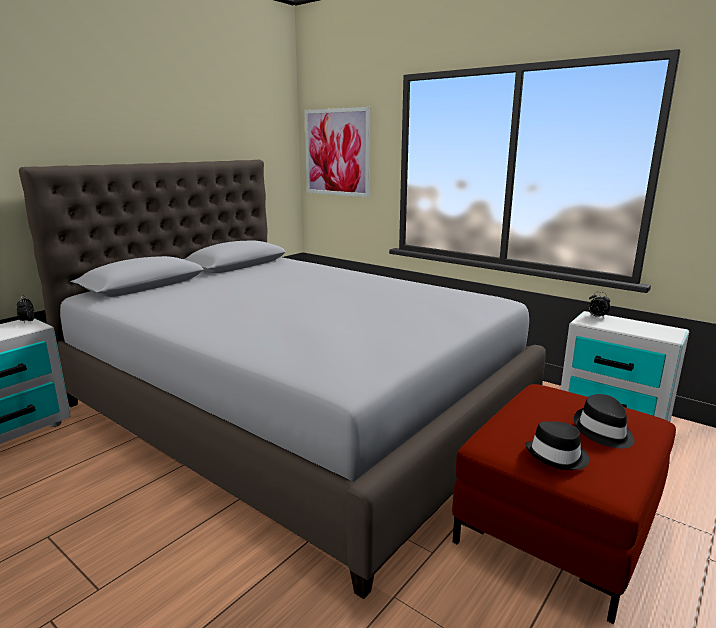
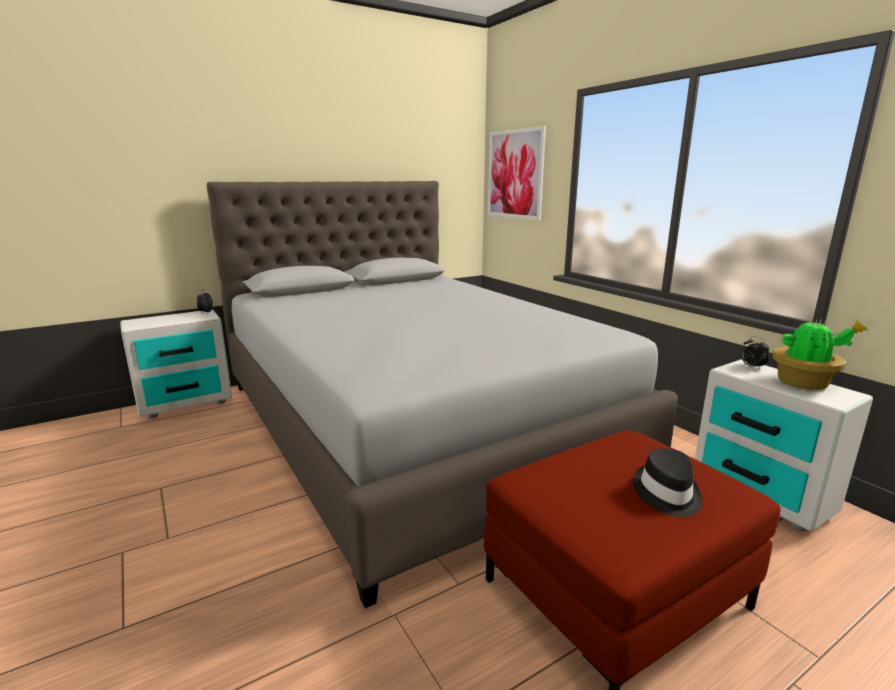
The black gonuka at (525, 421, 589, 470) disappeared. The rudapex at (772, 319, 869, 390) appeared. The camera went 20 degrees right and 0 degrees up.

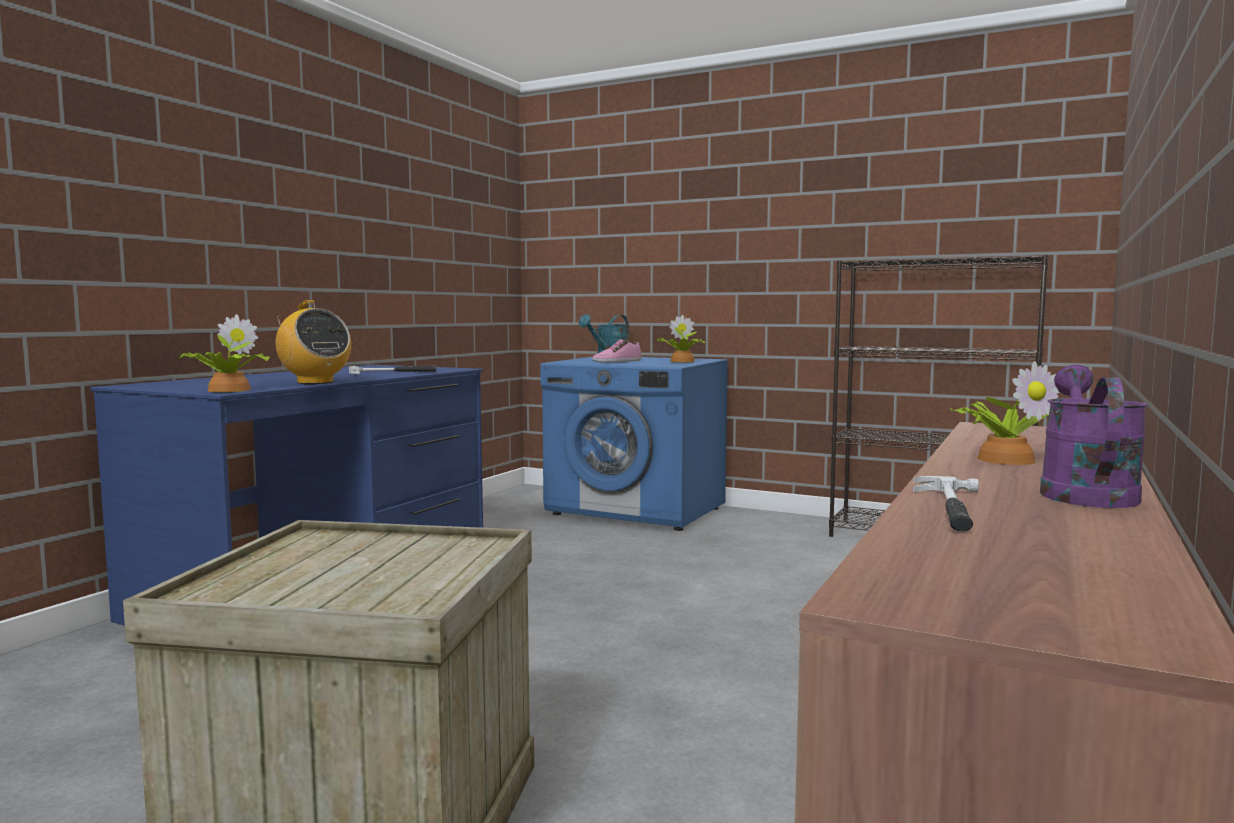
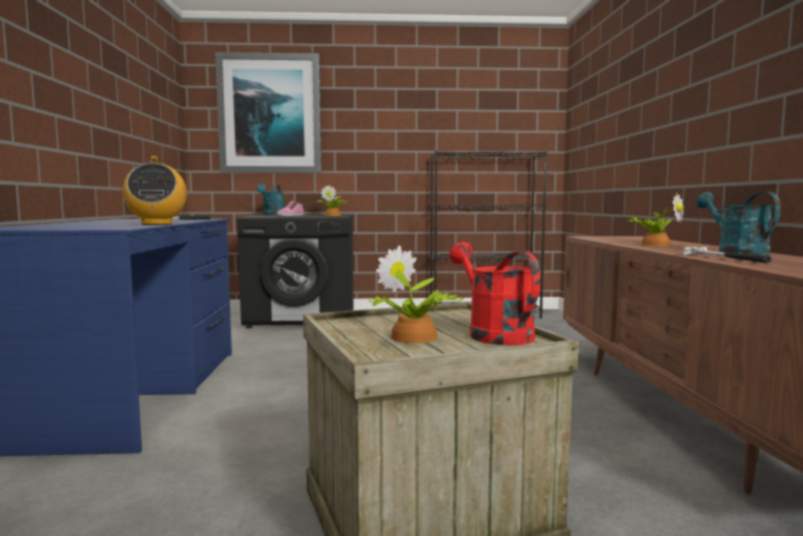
The rudapex moved from (179, 314, 270, 392) to (368, 245, 464, 343). The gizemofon at (276, 300, 351, 384) turned 60 degrees clockwise. The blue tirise at (540, 357, 728, 531) became the black tirise at (237, 215, 353, 328). The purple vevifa at (1040, 365, 1148, 508) became the turquoise vevifa at (696, 192, 781, 255). The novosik at (215, 52, 322, 173) appeared. The red vevifa at (449, 242, 541, 345) appeared. The camera went 30 degrees left and 0 degrees up.

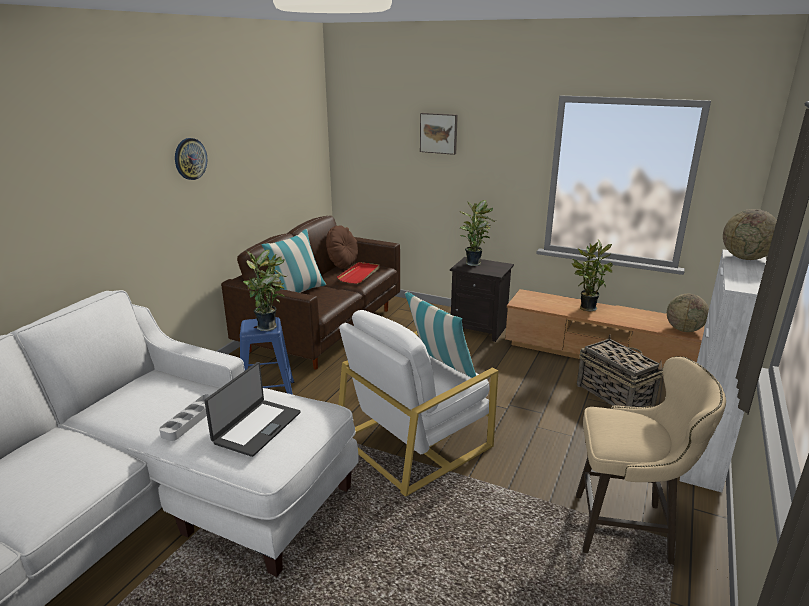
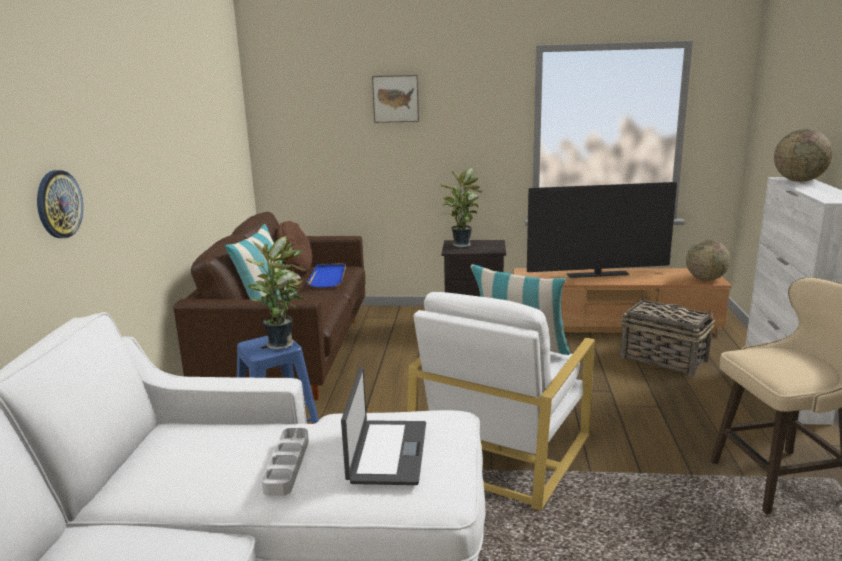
The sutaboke moved from (175, 138, 207, 180) to (37, 170, 83, 238). The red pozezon at (337, 262, 379, 284) became the blue pozezon at (307, 263, 346, 287). The rudapex at (572, 240, 613, 312) was replaced by the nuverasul at (527, 182, 677, 278). The camera went 20 degrees left and 5 degrees down.

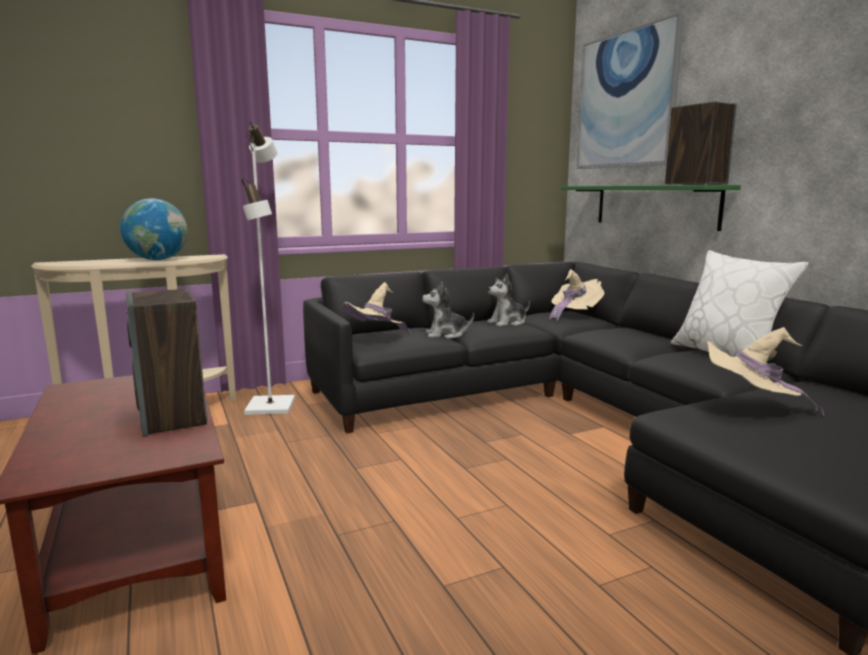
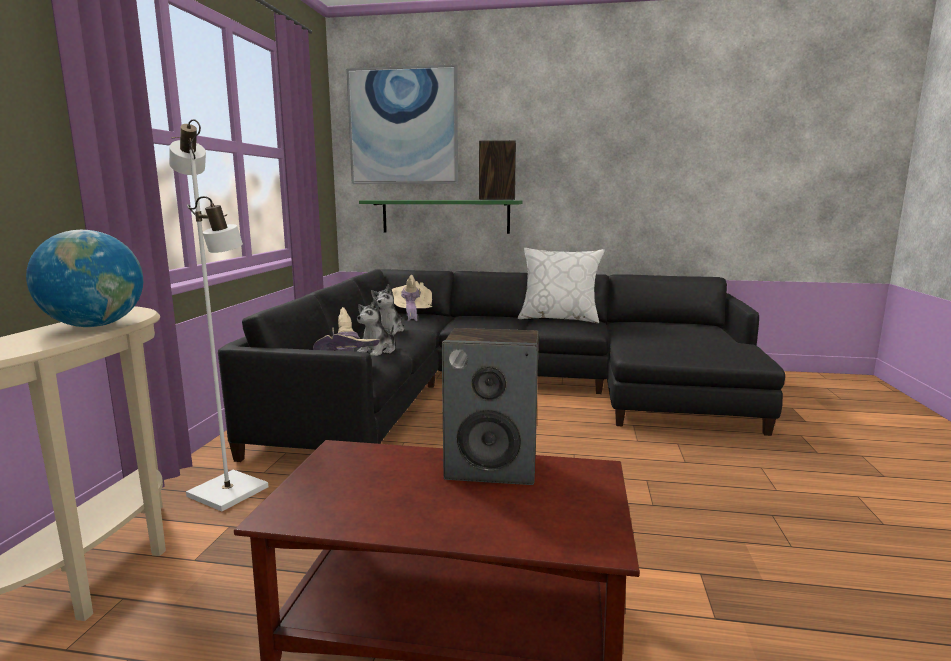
The beige gonuka at (706, 327, 824, 416) disappeared. The camera went 55 degrees left and 0 degrees up.

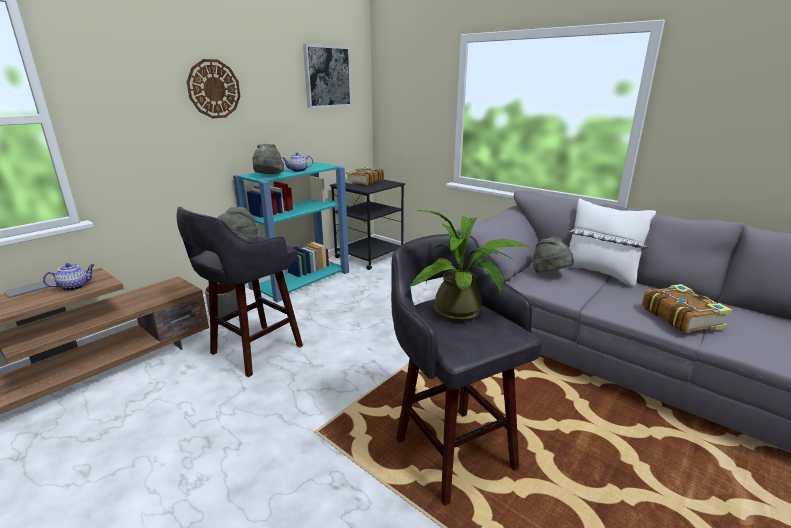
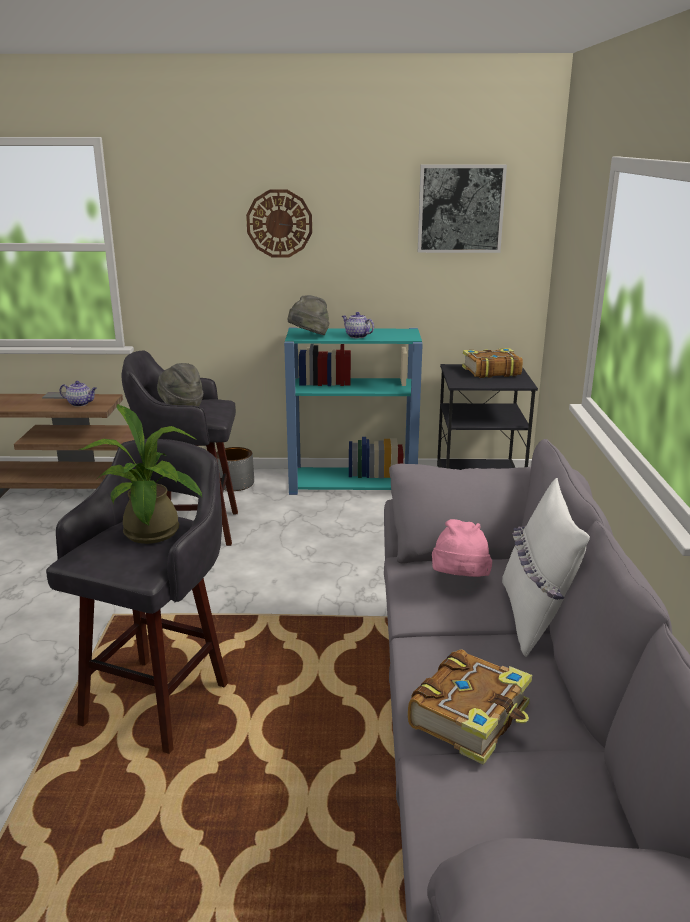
The grey gonuka at (532, 237, 574, 273) became the pink gonuka at (432, 519, 492, 577). The camera went 50 degrees right and 0 degrees up.

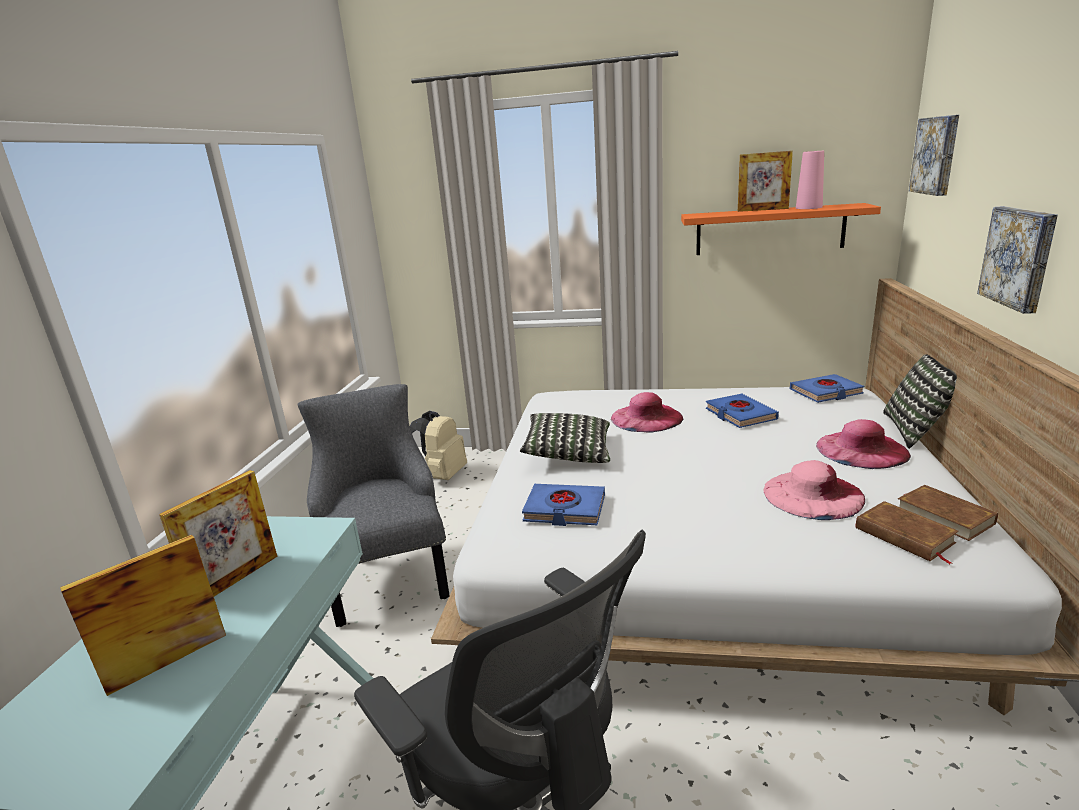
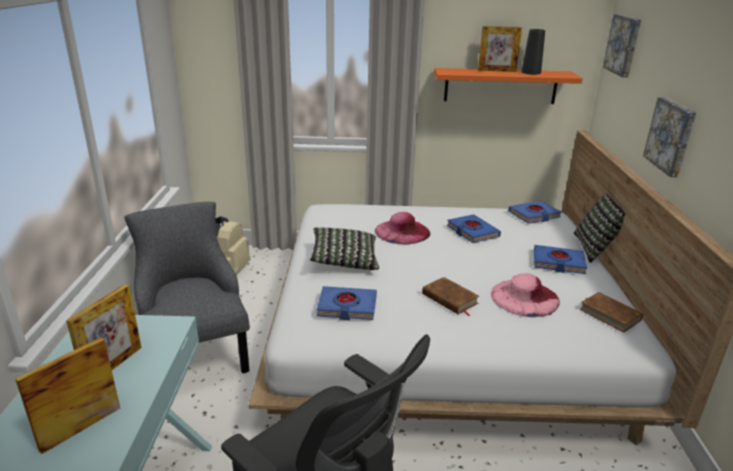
The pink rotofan at (796, 151, 824, 209) became the black rotofan at (521, 29, 545, 75). The pink gonuka at (816, 419, 911, 469) was replaced by the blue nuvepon at (534, 245, 587, 274). The brown nuvepon moved from (856, 501, 959, 564) to (422, 277, 479, 316). The camera went 10 degrees left and 5 degrees up.

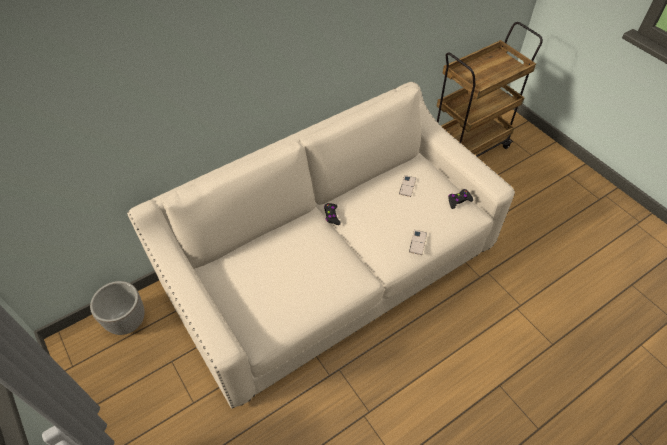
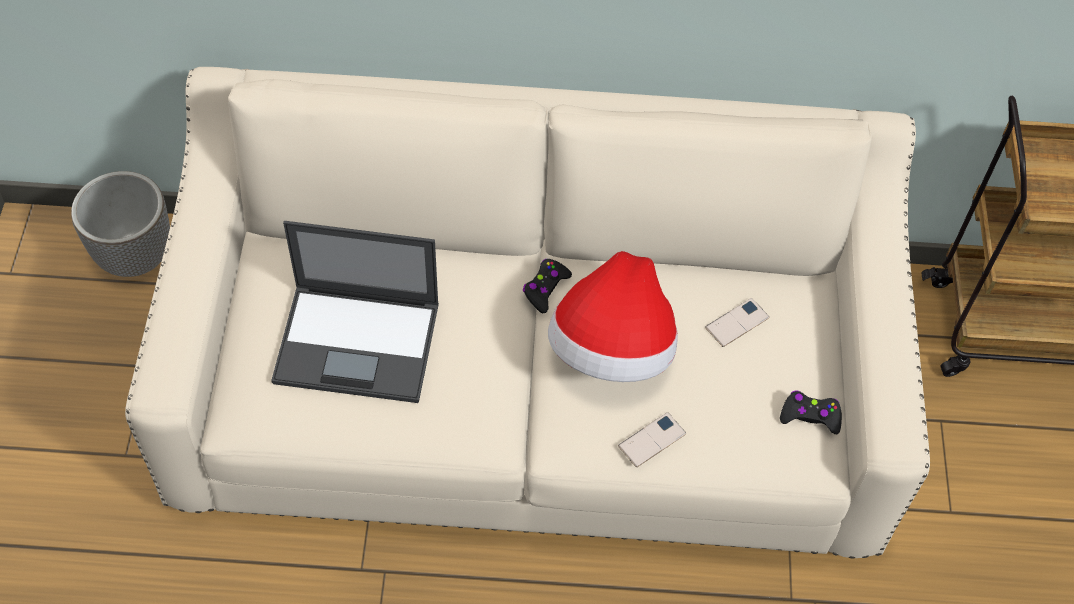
The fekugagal at (271, 221, 439, 403) appeared. The gonuka at (548, 251, 678, 382) appeared. The camera went 35 degrees right and 5 degrees up.

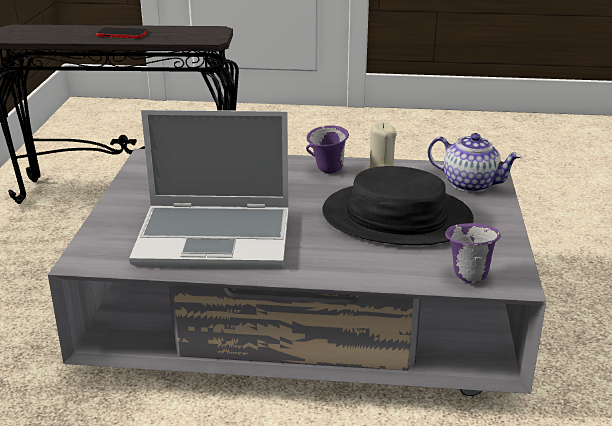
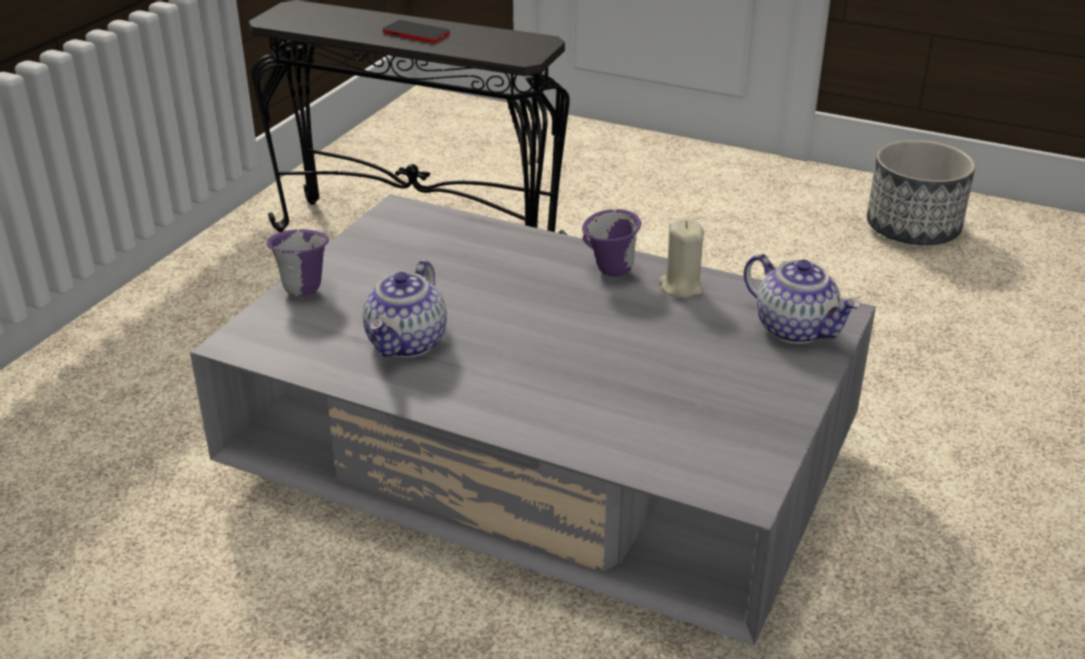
The fekugagal at (129, 110, 289, 268) was replaced by the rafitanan at (363, 260, 447, 358). The black gonuka at (322, 166, 474, 246) disappeared. The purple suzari moved from (445, 223, 501, 283) to (267, 229, 329, 297). The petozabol at (867, 140, 976, 245) appeared. The camera went 20 degrees right and 5 degrees up.

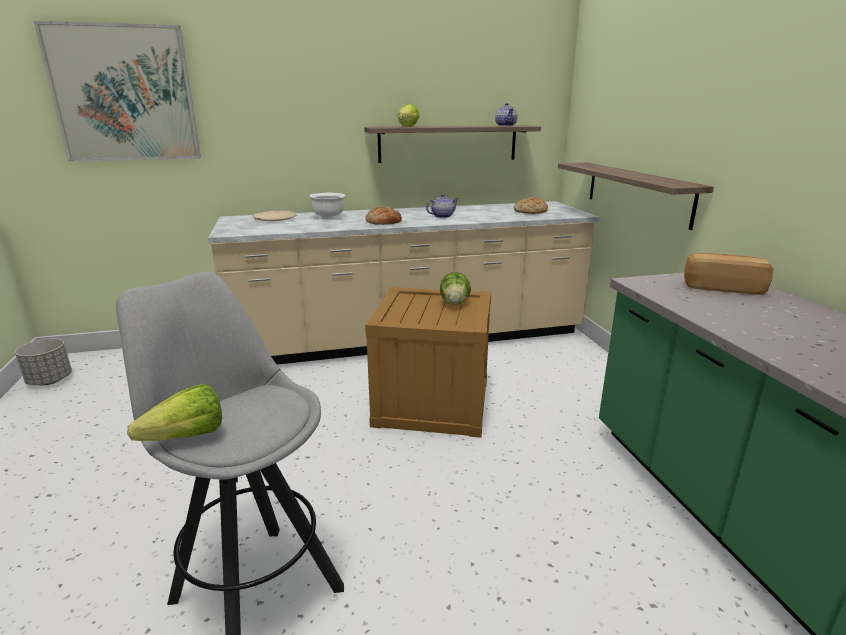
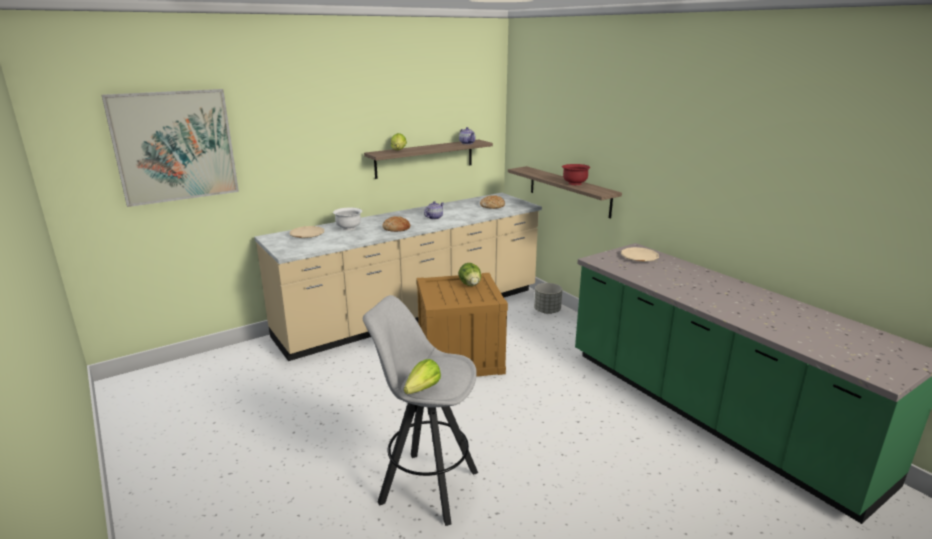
The grey petozabol moved from (15, 338, 72, 385) to (534, 283, 562, 314). The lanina at (684, 253, 773, 295) was replaced by the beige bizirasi at (621, 247, 659, 262). The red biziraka at (562, 164, 590, 185) appeared. The camera went 20 degrees left and 0 degrees up.

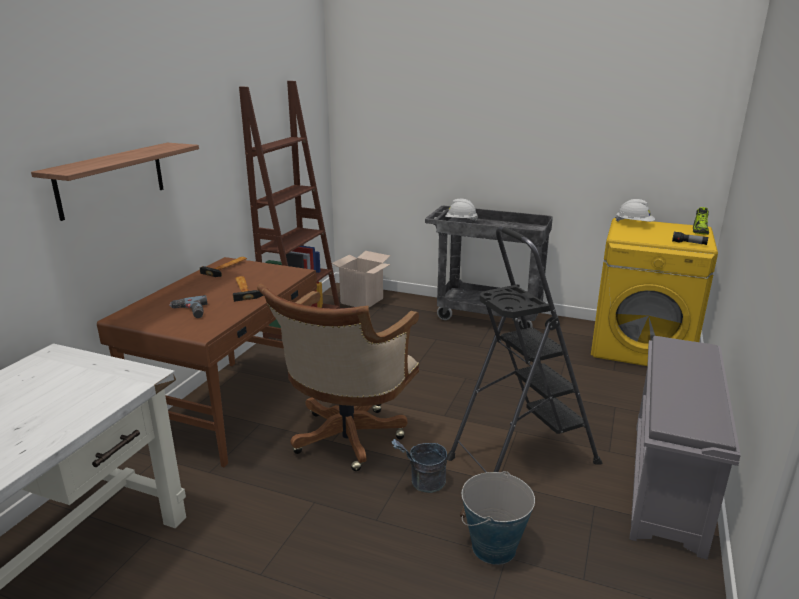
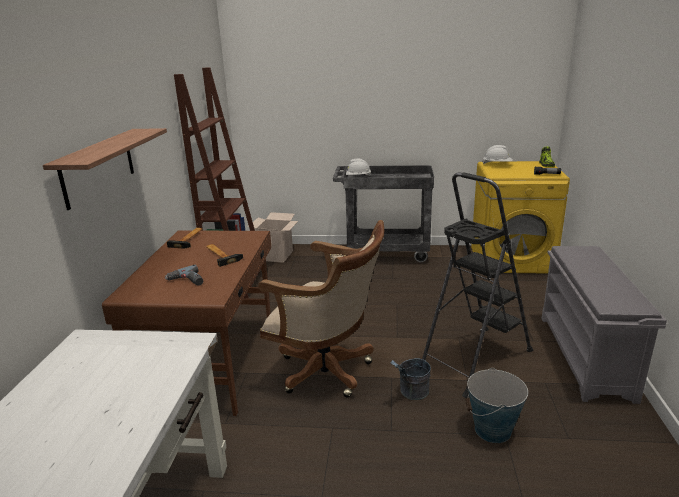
The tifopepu at (257, 284, 419, 471) turned 75 degrees counterclockwise. The camera went 15 degrees left and 0 degrees up.

